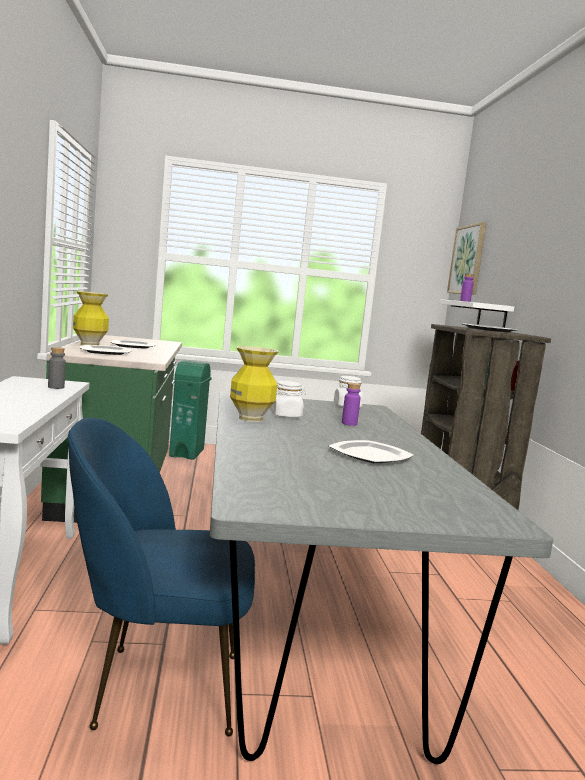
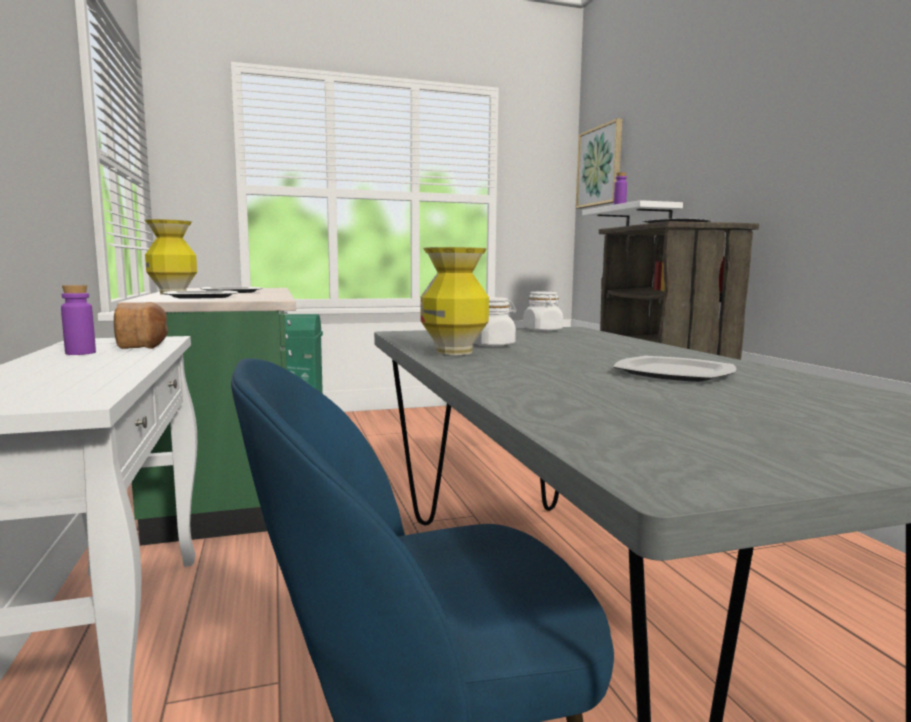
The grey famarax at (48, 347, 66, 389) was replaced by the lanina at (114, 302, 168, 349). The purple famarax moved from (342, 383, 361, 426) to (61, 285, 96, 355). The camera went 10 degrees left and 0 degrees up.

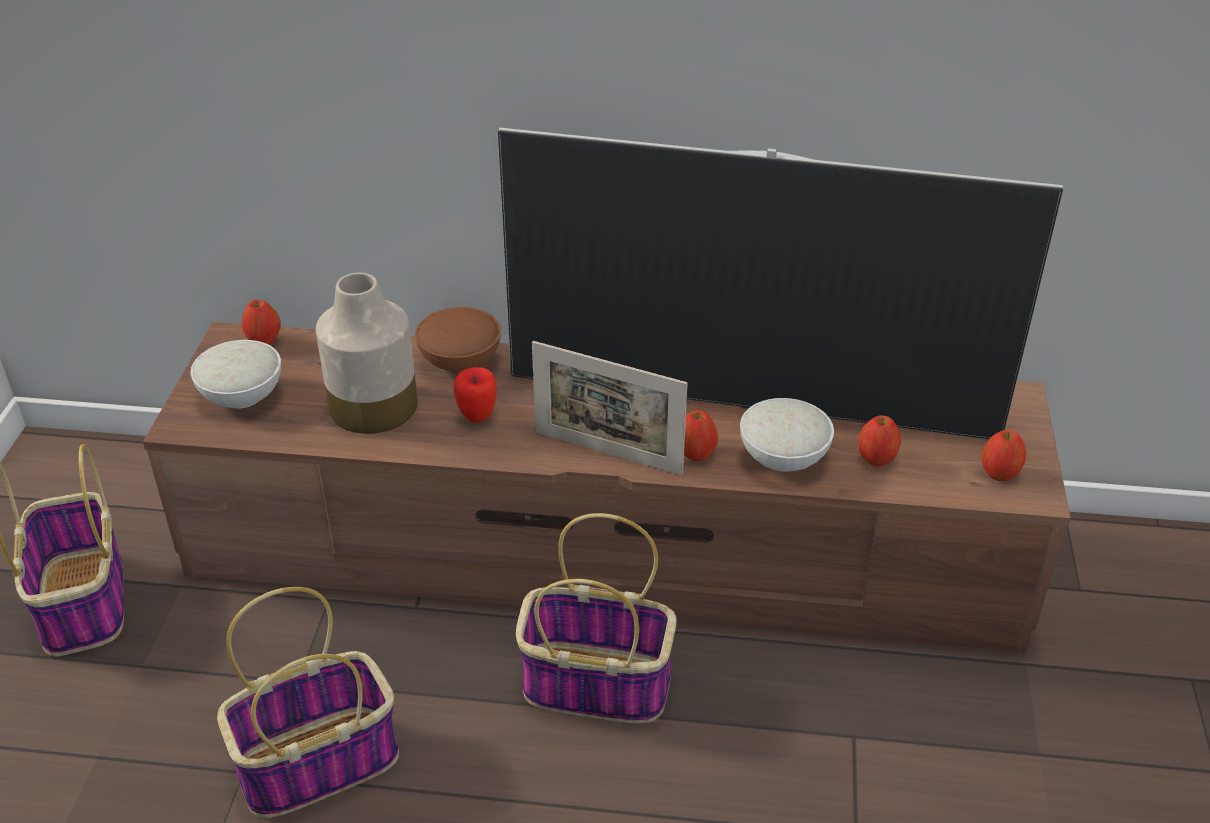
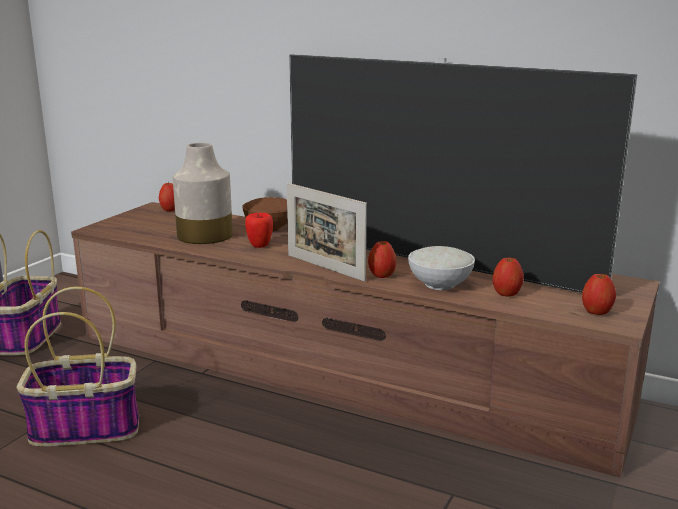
The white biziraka at (190, 340, 281, 409) disappeared. The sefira at (516, 513, 677, 723) disappeared. The camera went 20 degrees right and 20 degrees down.

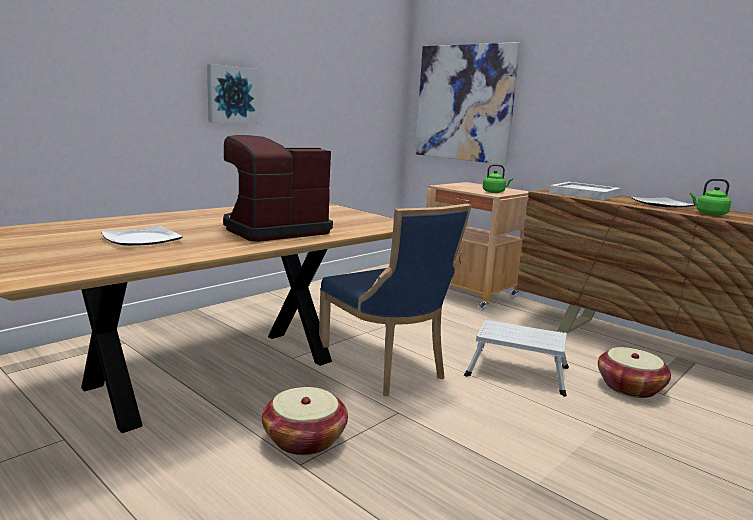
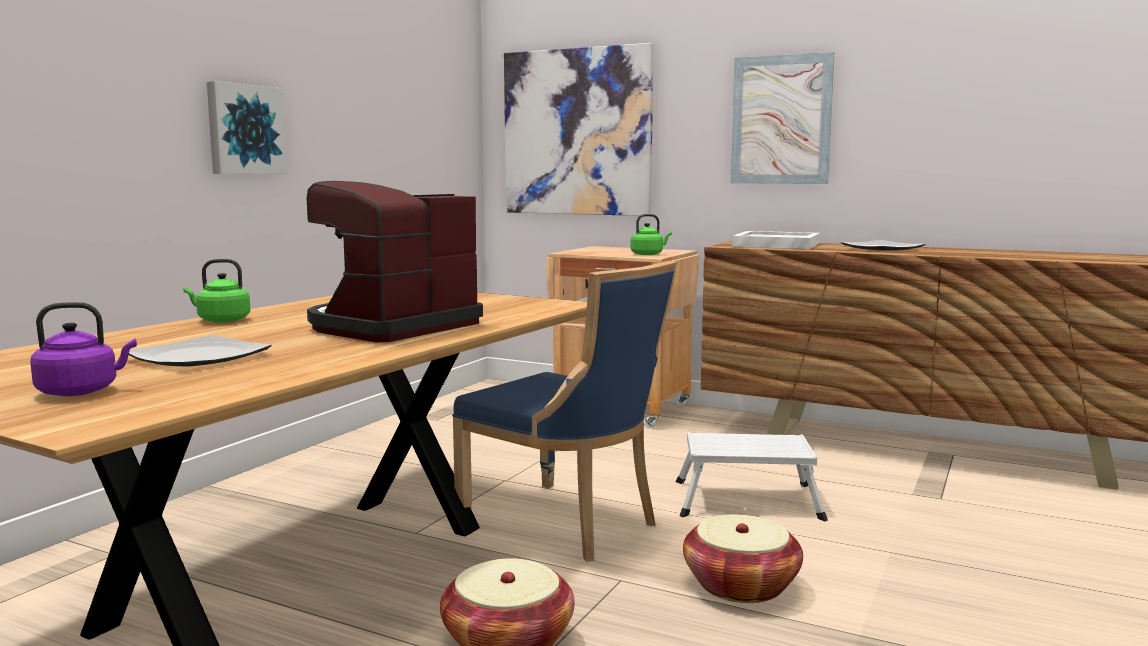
The sefira moved from (598, 347, 671, 398) to (683, 515, 803, 603). The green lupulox moved from (690, 179, 731, 216) to (183, 259, 250, 323). The purple lupulox at (30, 302, 137, 396) appeared. The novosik at (731, 52, 835, 184) appeared. The camera went 15 degrees left and 5 degrees down.

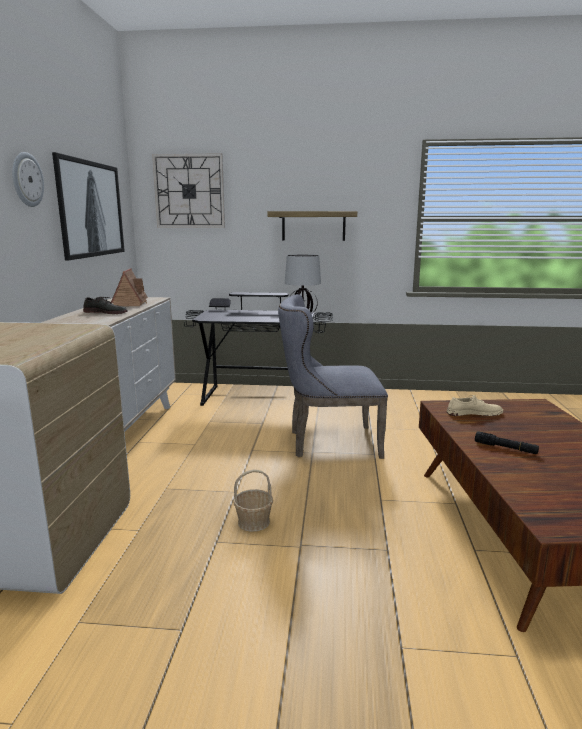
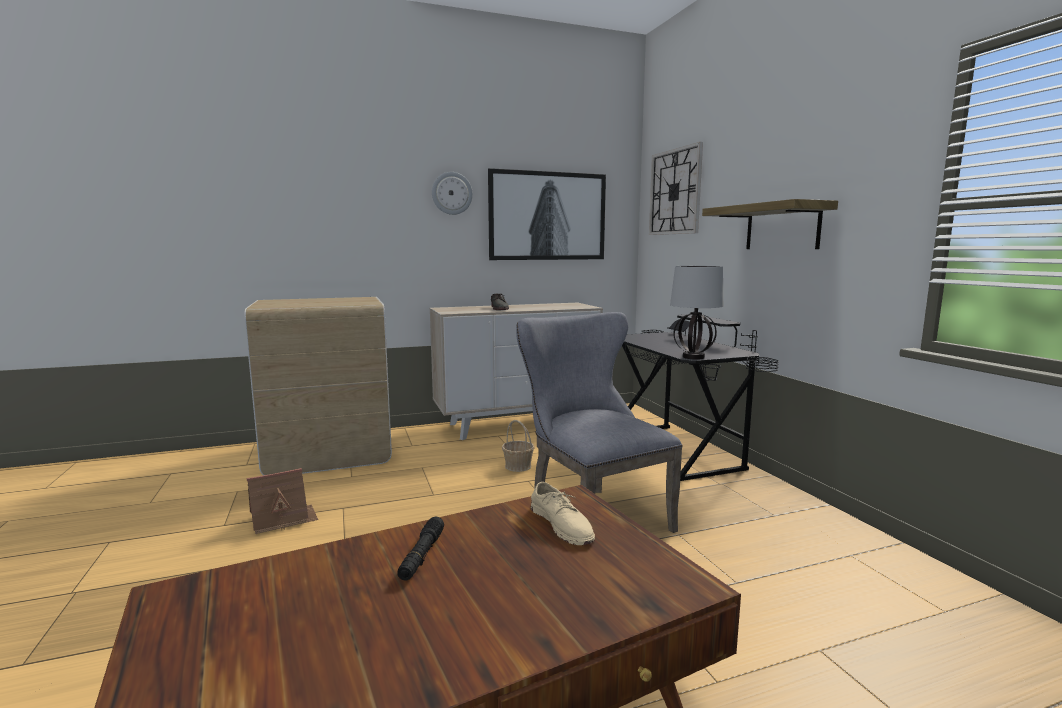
The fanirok moved from (111, 268, 148, 306) to (247, 468, 318, 534). The sefira moved from (234, 470, 273, 532) to (502, 420, 535, 472). The camera went 65 degrees right and 5 degrees down.

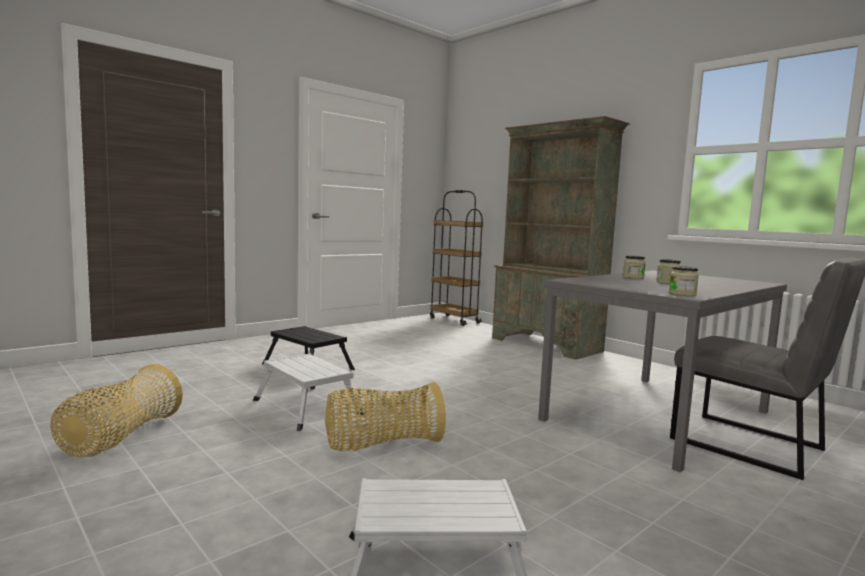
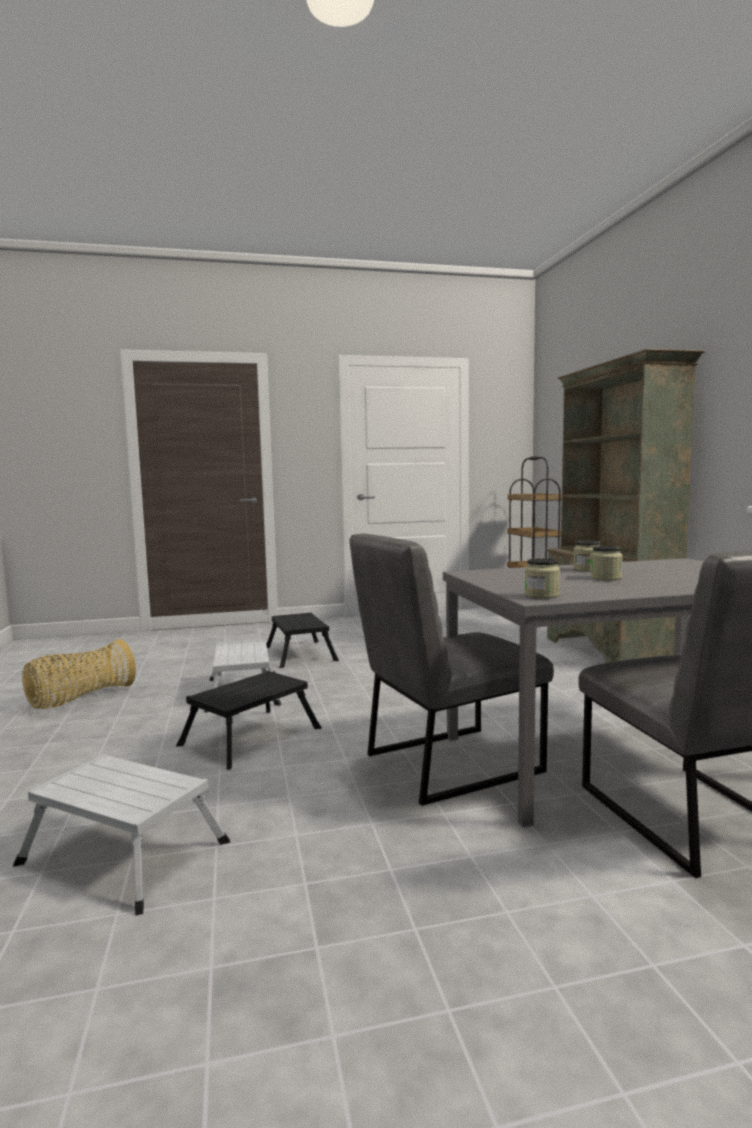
The sefira at (325, 382, 446, 451) was replaced by the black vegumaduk at (176, 671, 322, 770). The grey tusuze at (350, 533, 554, 806) appeared. The camera went 30 degrees right and 0 degrees up.

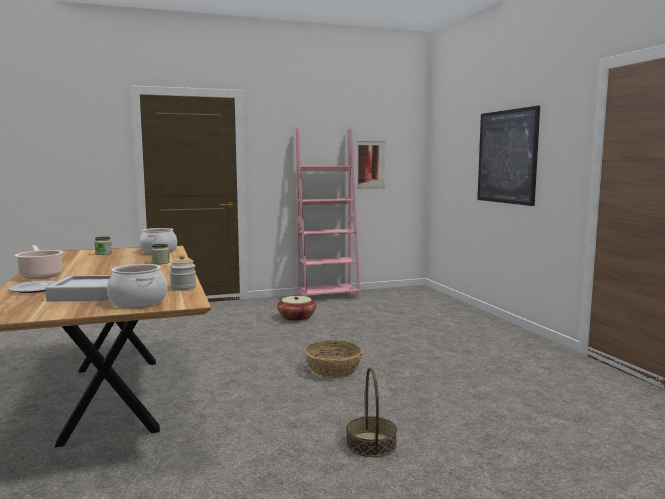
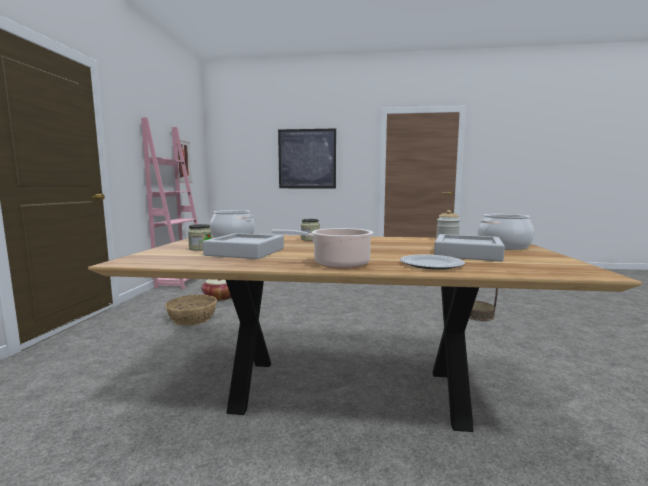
The sefira moved from (304, 340, 363, 378) to (165, 294, 217, 326). The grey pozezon at (203, 233, 284, 259) appeared. The camera went 65 degrees left and 0 degrees up.

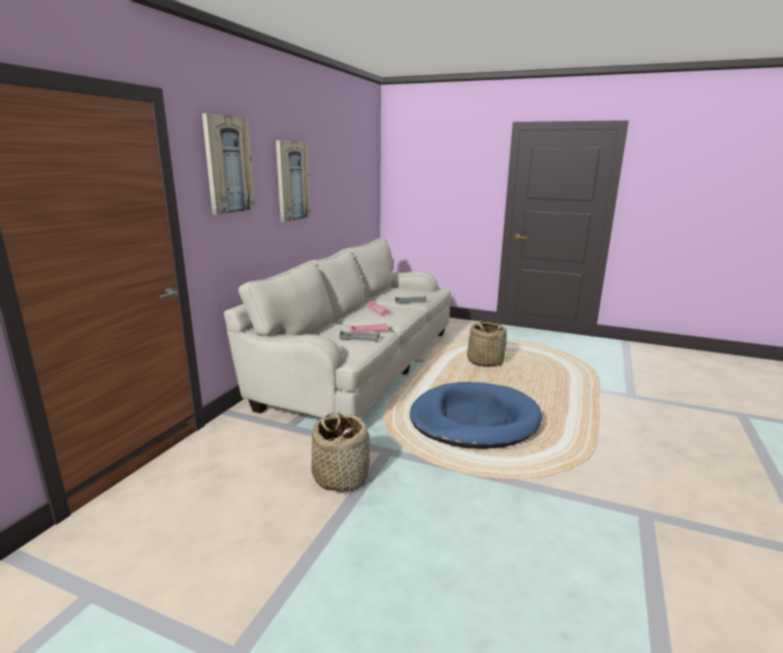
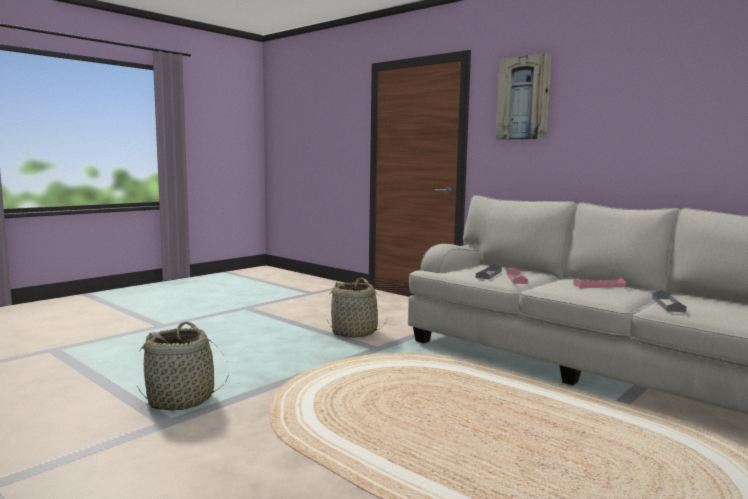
The novosik at (276, 141, 311, 222) disappeared. The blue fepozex at (410, 382, 542, 449) disappeared. The sefira moved from (467, 320, 507, 367) to (137, 321, 229, 410). The camera went 110 degrees right and 10 degrees down.

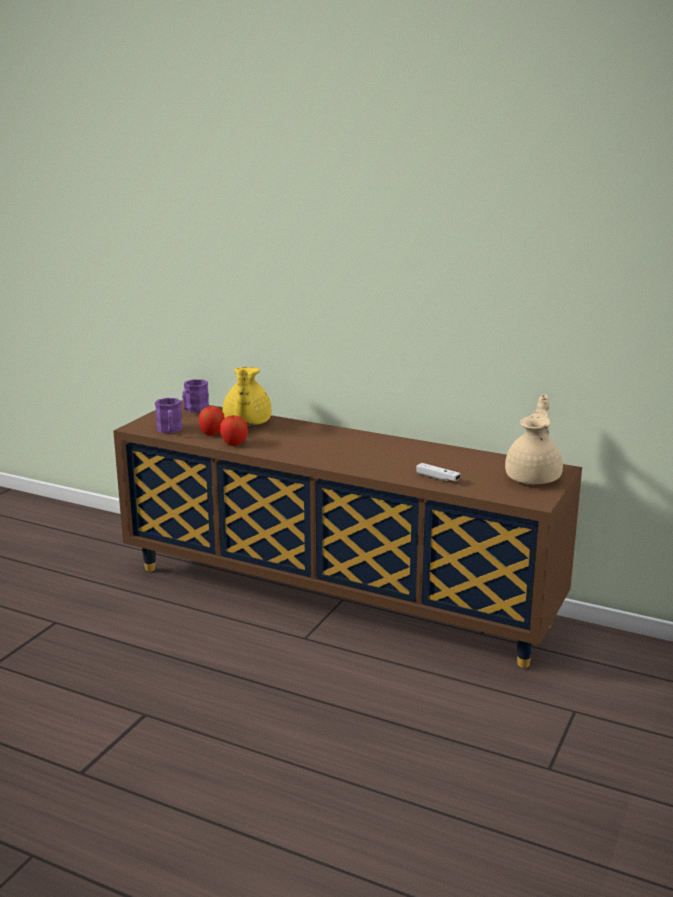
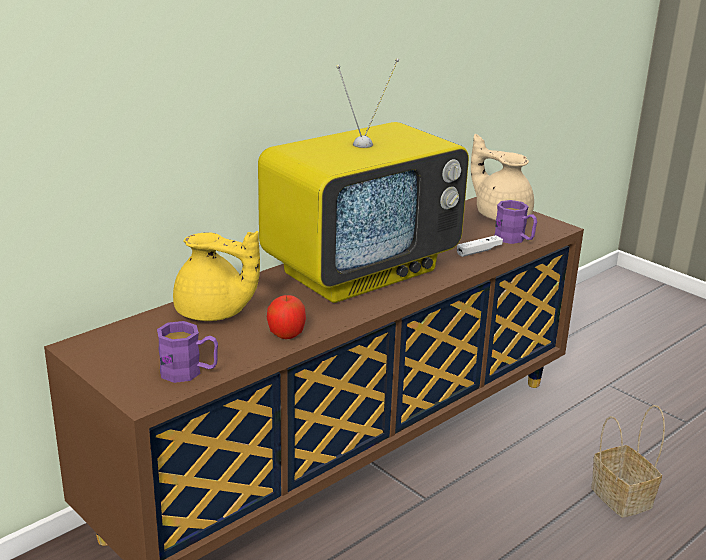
The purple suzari moved from (182, 379, 209, 413) to (494, 200, 537, 244). The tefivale at (199, 406, 225, 436) disappeared. The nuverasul at (258, 58, 469, 303) appeared. The sefira at (591, 405, 665, 518) appeared. The camera went 70 degrees left and 5 degrees up.

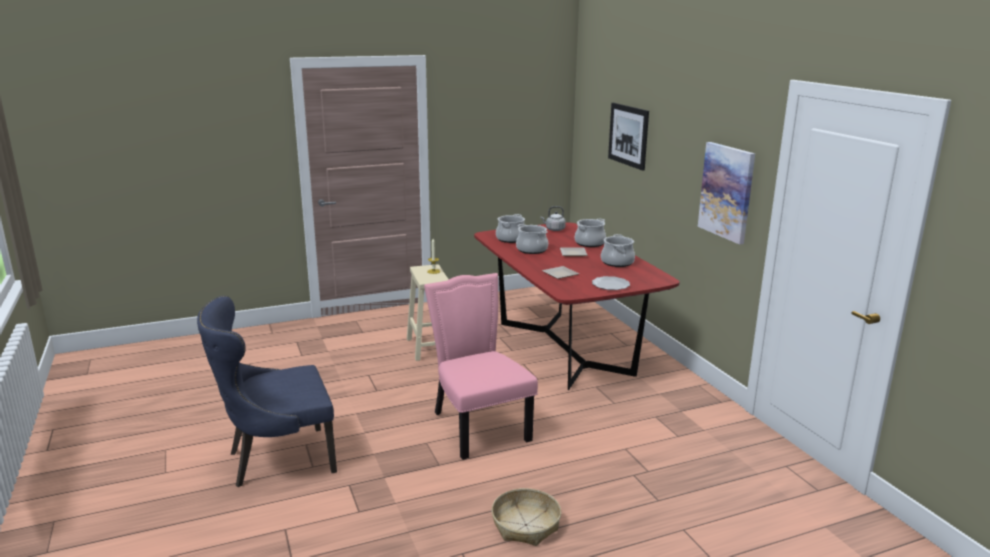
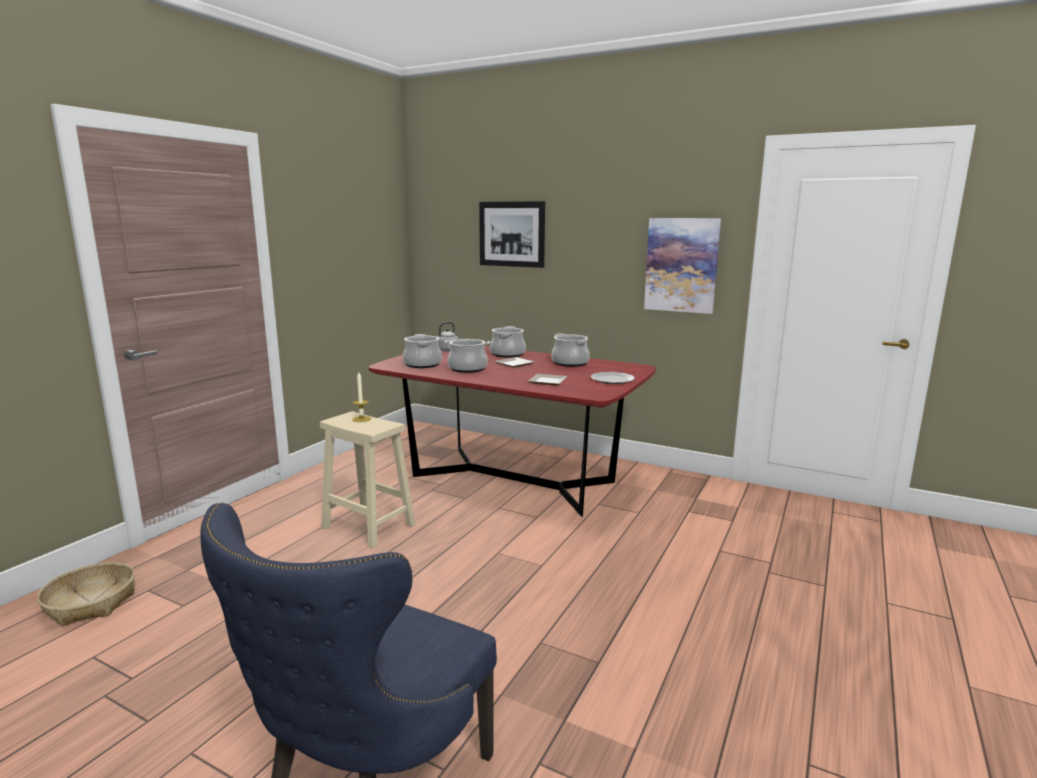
The pink tusuze at (424, 273, 538, 460) disappeared. The sefira moved from (492, 488, 561, 546) to (37, 562, 134, 626). The camera went 40 degrees left and 5 degrees down.

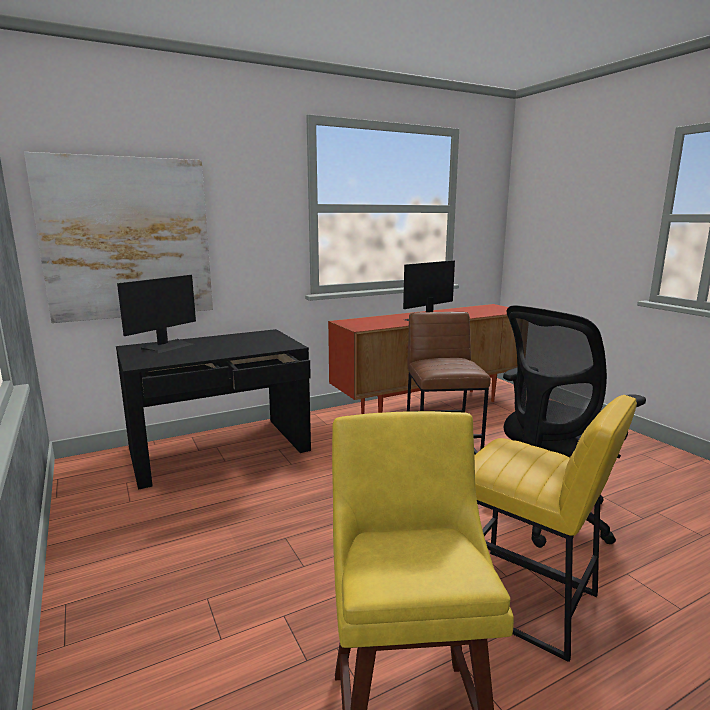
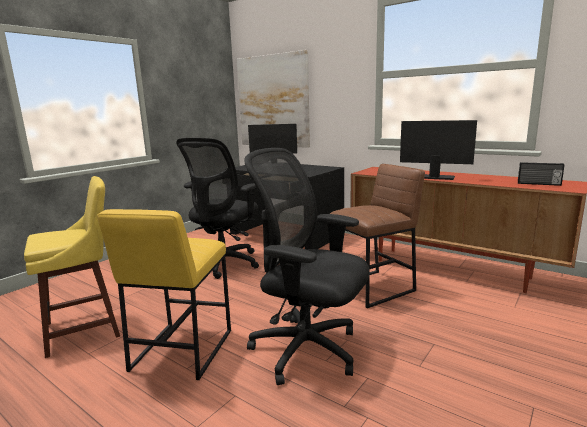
The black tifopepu at (176, 138, 259, 279) appeared. The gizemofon at (518, 162, 565, 186) appeared. The camera went 65 degrees right and 0 degrees up.

